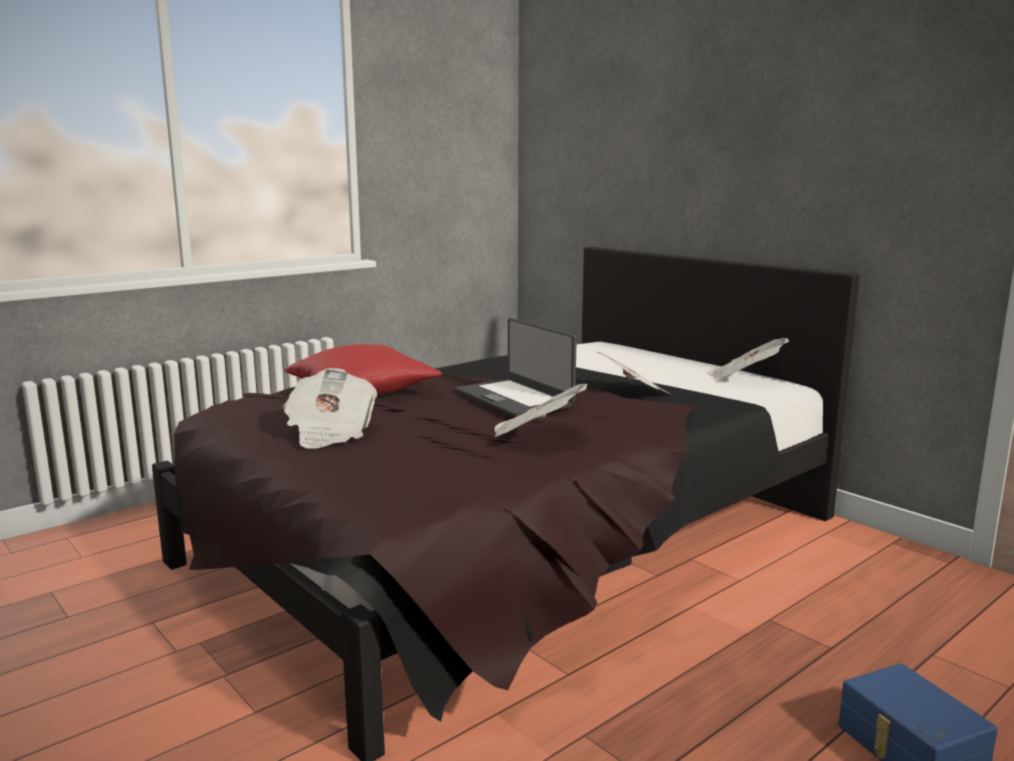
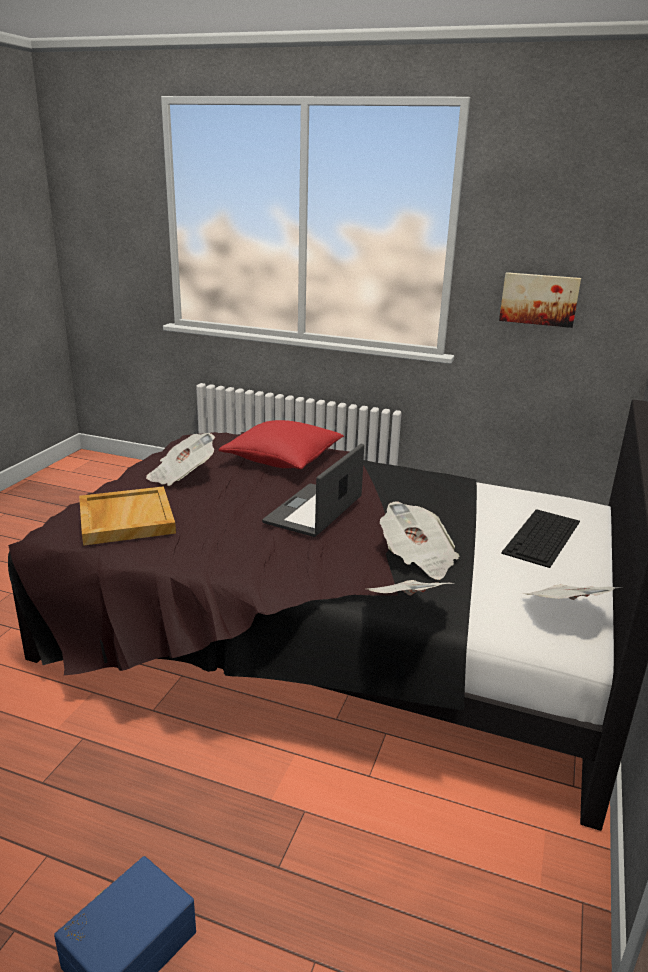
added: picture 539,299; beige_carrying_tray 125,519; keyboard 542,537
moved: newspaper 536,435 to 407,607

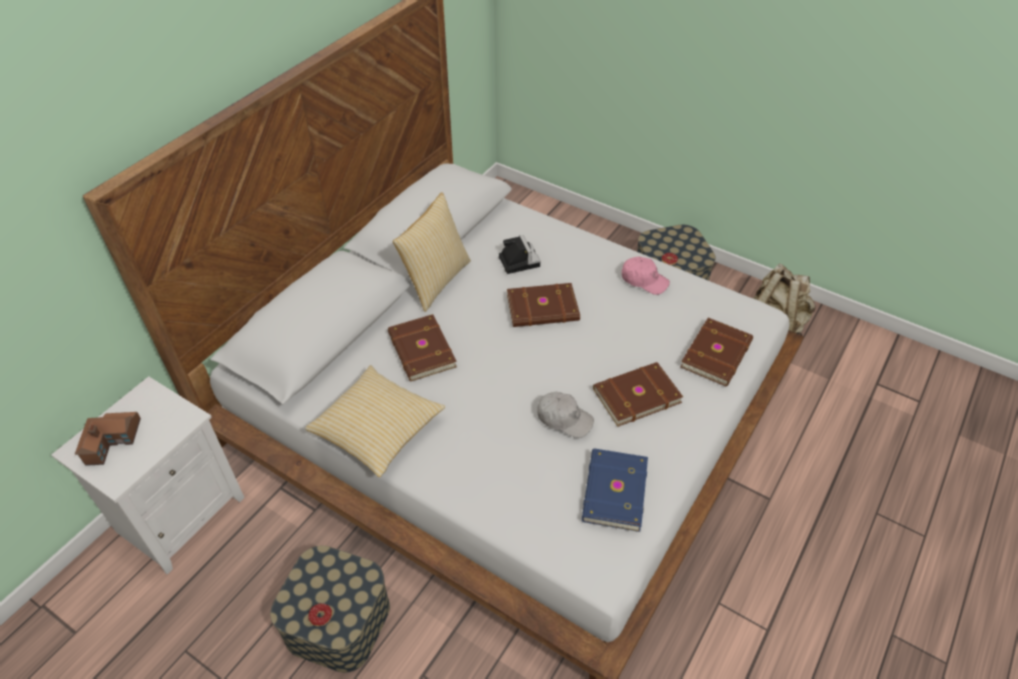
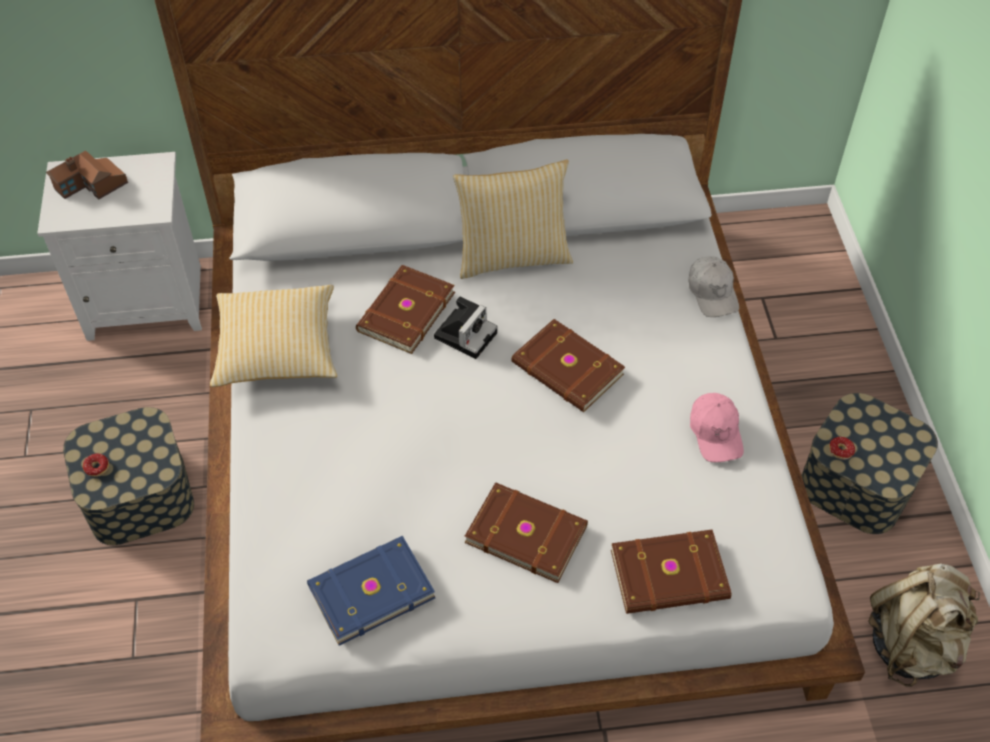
moved: still_camera 518,260 to 466,333; white_peaked_cap 564,418 to 712,292

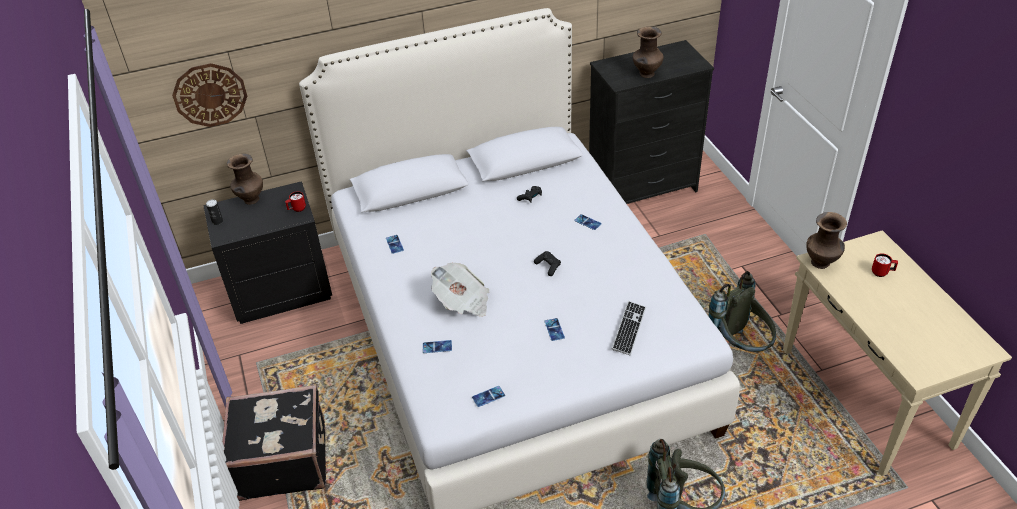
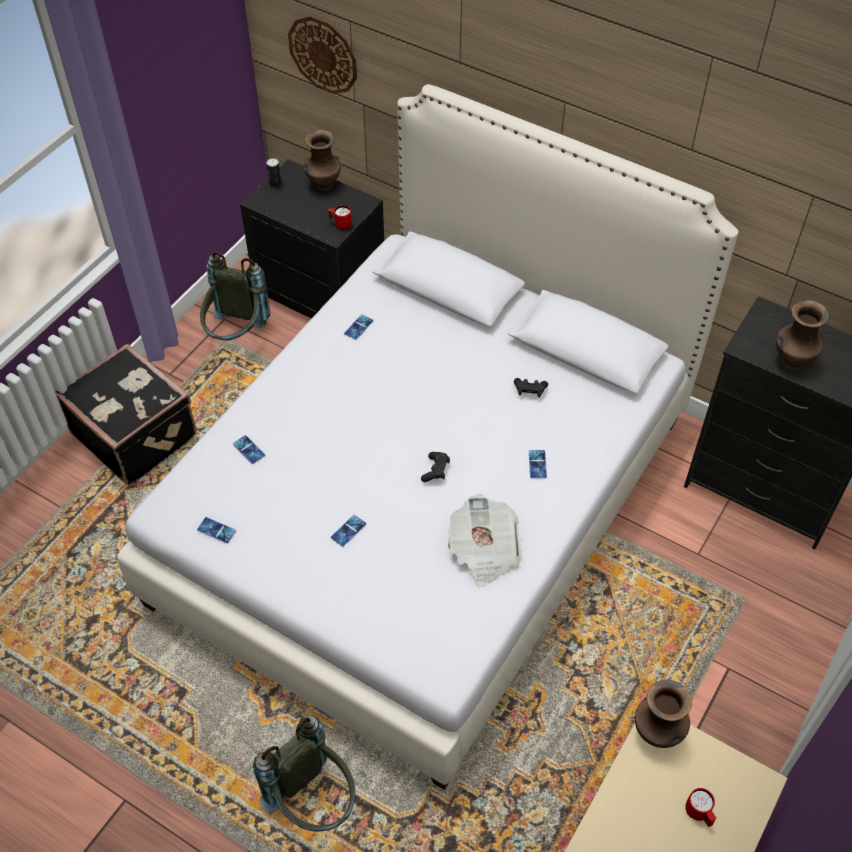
removed: keyboard 629,329
moved: newspaper 462,301 to 483,552; gray_knapsack 739,348 to 236,335

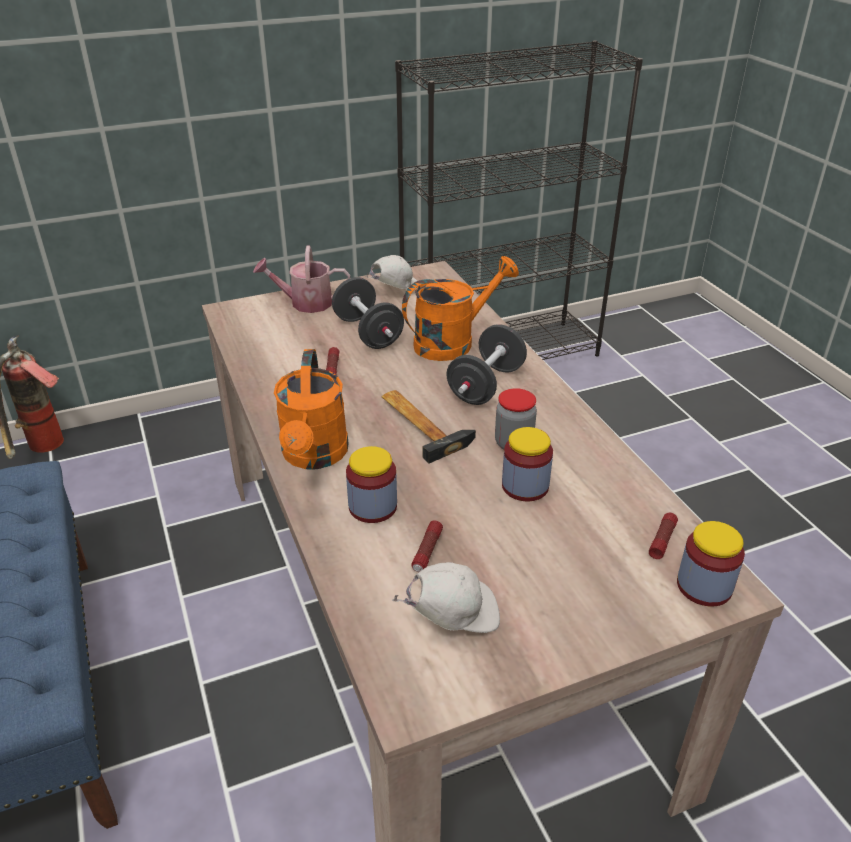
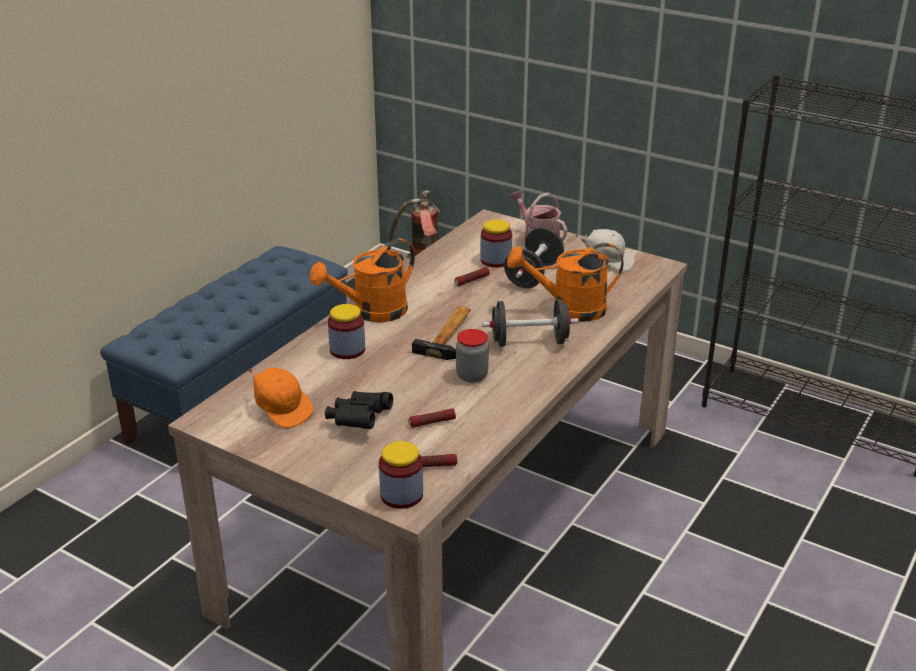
added: black-coloured_binoculars 359,421
moved: jar 525,486 to 495,260; hand_torch 427,552 to 432,423
recoloured: white_peaked_cap 452,615 to orange-coloured_peaked_cap 282,410
turned: orange-coloured_sprinkling_can 453,342 = 569,309 150 degrees clockwise

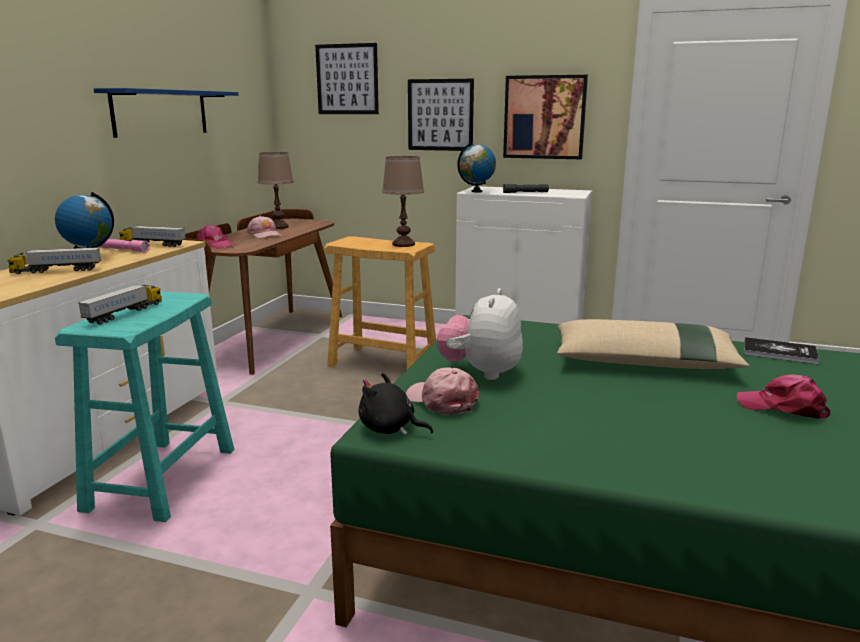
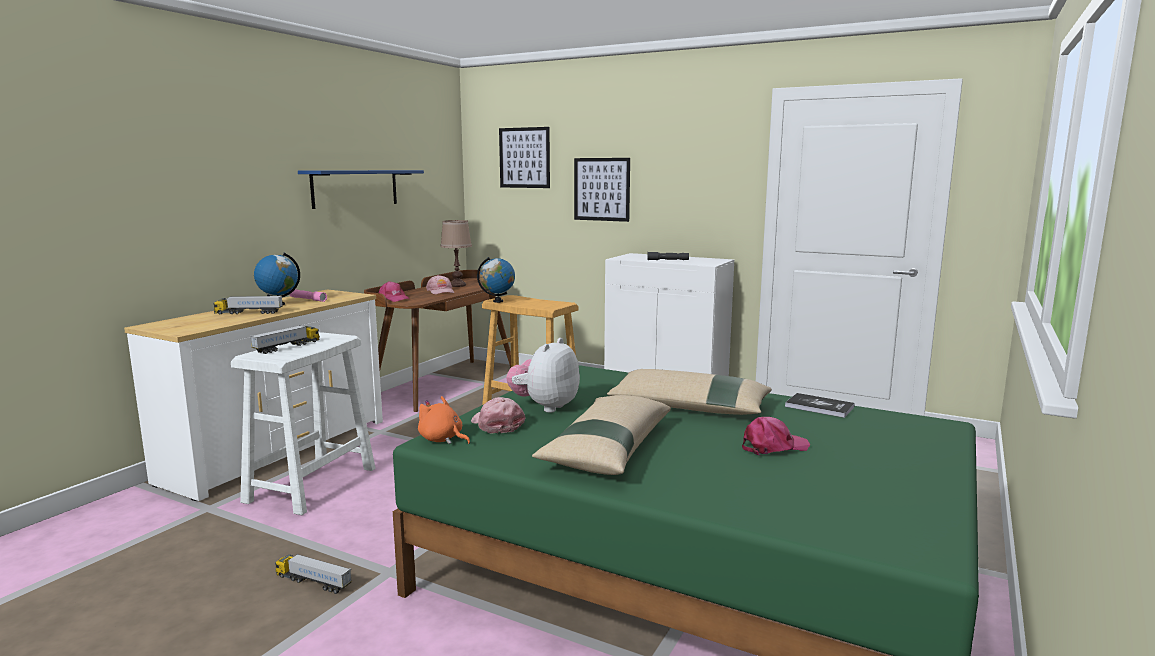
removed: picture 544,117; brown_table_lamp 403,244
added: beige_throw_pillow 607,448
moved: world_globe 476,191 to 498,301; toy_truck 153,244 to 313,582
recoloured: turquoise-coloured_sitting_stool 163,478 to white_sitting_stool 312,484; black-coloured_soft_toy 390,429 to orange-coloured_soft_toy 442,439
turned: pink_peaked_cap 783,407 = 773,447 120 degrees clockwise

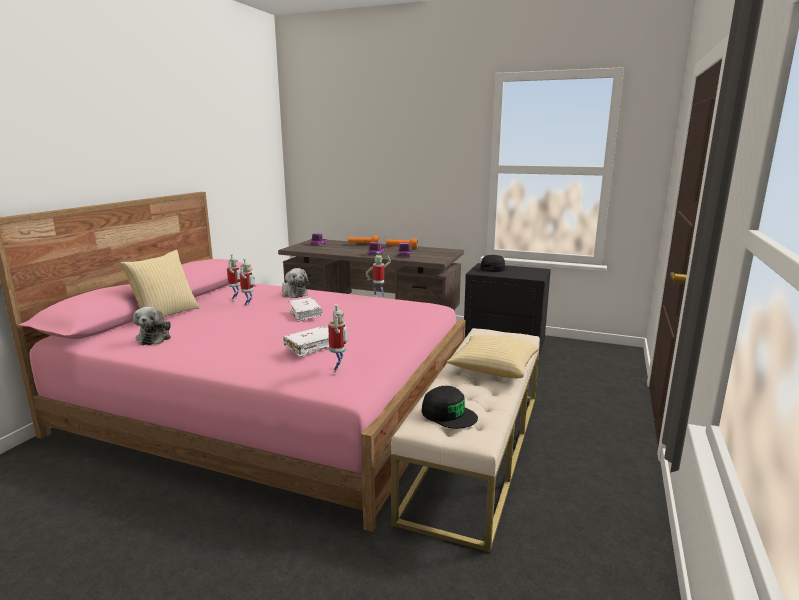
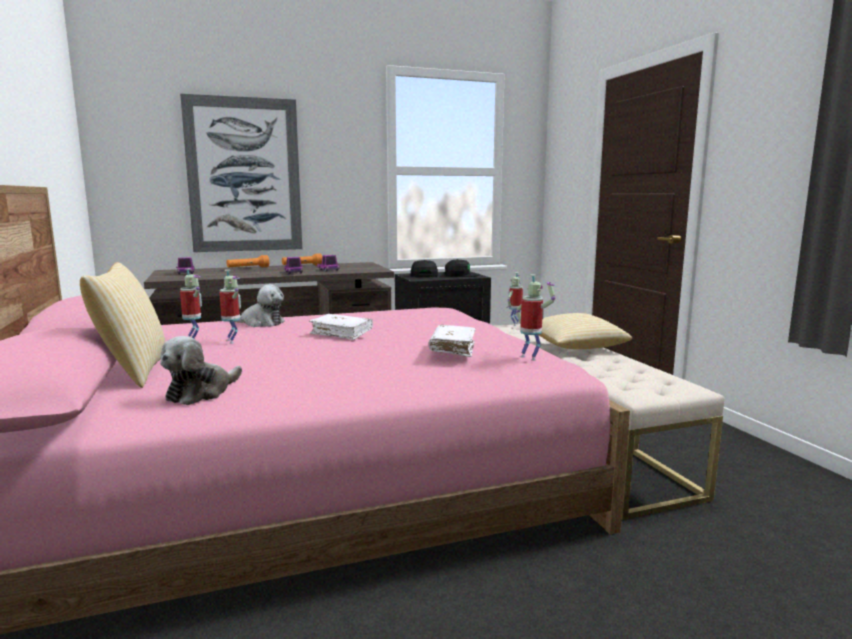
added: picture 244,175
moved: model_robot 379,295 to 514,324; black-coloured_peaked_cap 448,414 to 461,275
turned: soft_toy 155,338 = 201,392 75 degrees clockwise

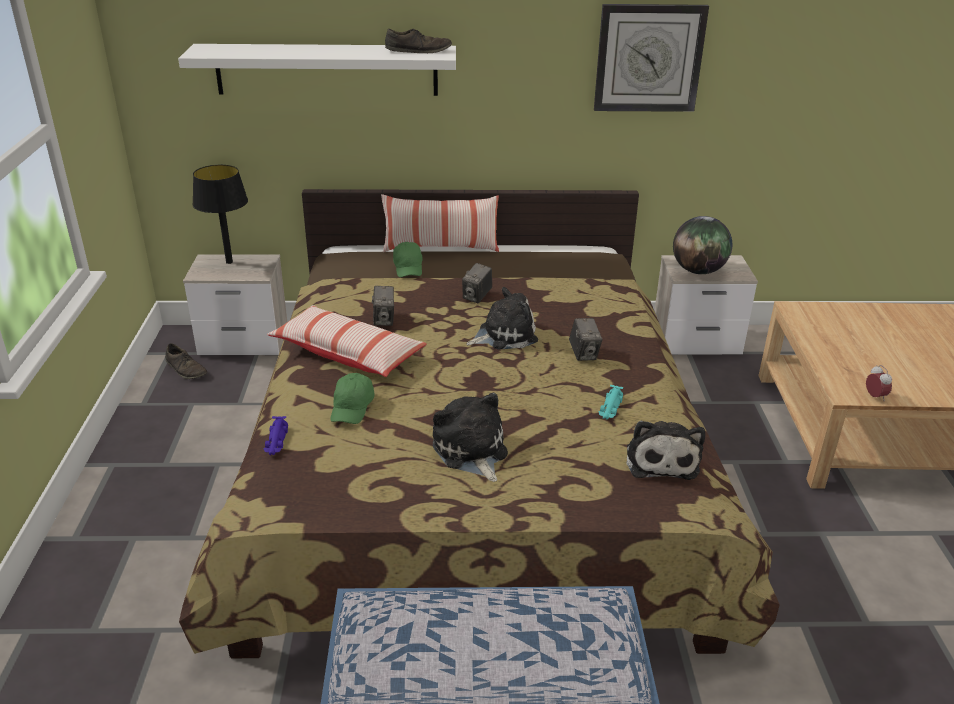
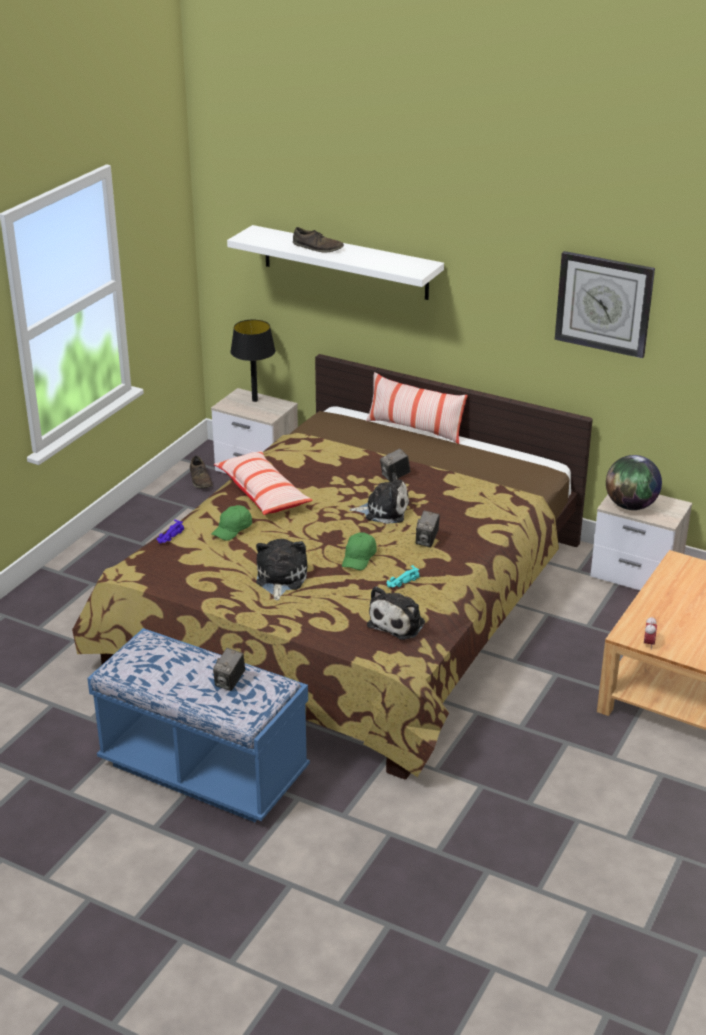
moved: brown_low_shoe 418,50 to 317,247; greenish_peaked_cap 408,268 to 359,558; still_camera 384,320 to 230,682

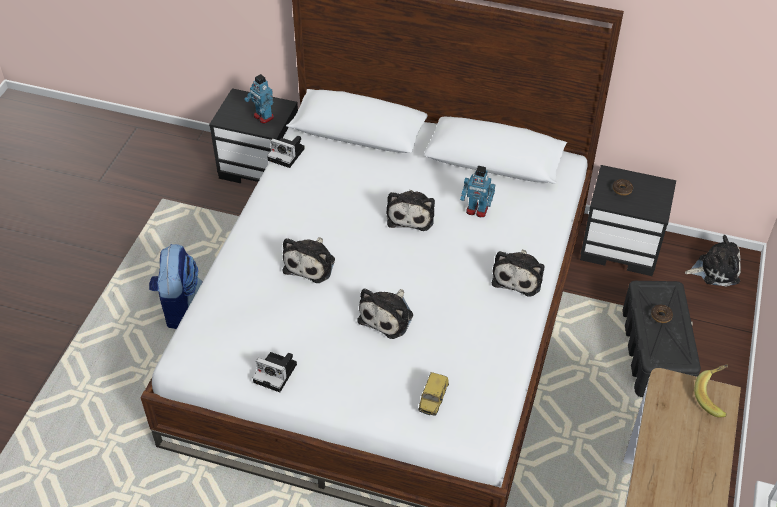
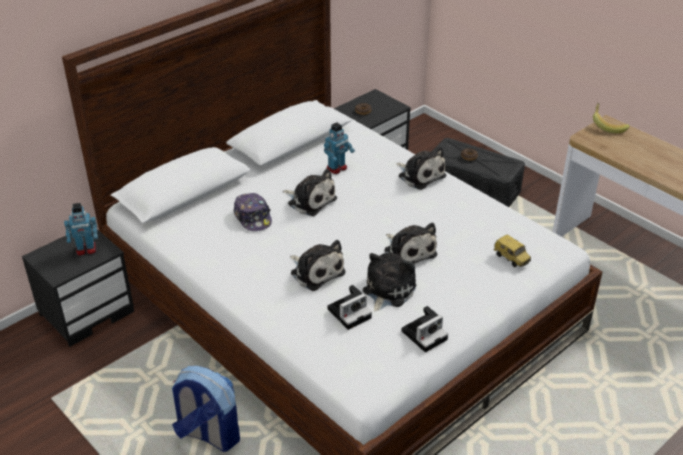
added: peaked_cap 253,217
moved: still_camera 288,154 to 350,312; soft_toy 715,270 to 386,291

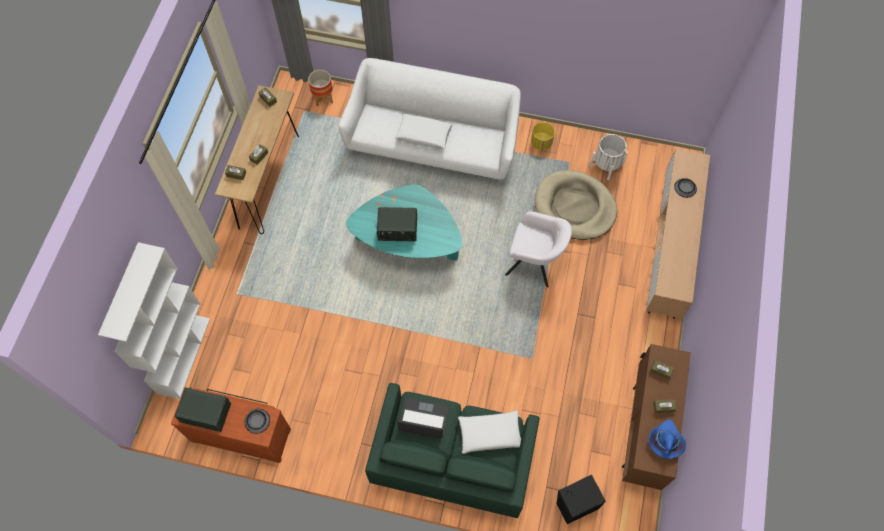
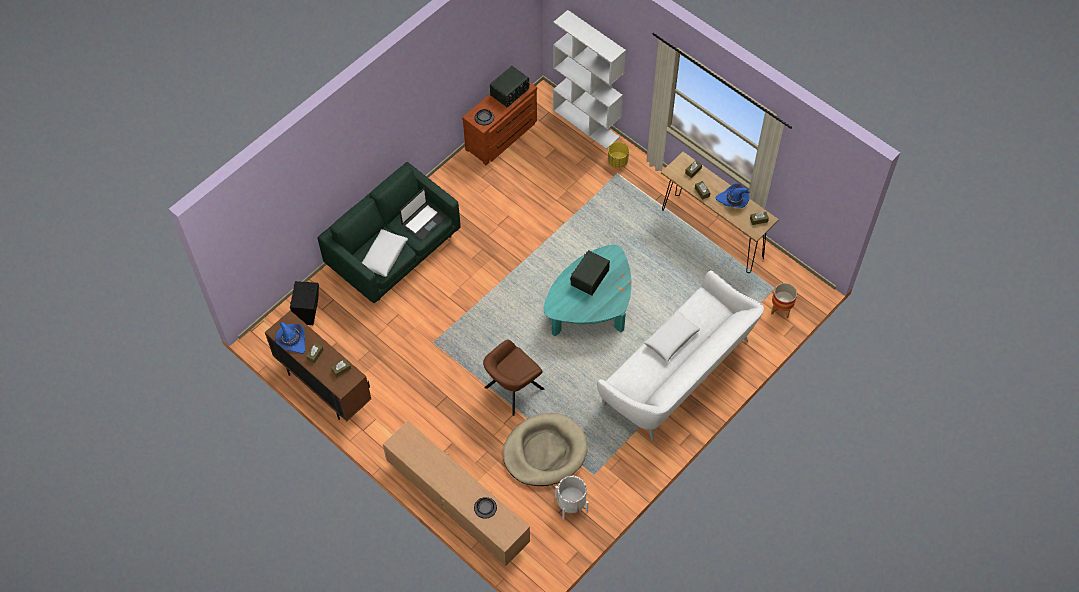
added: bluish_clothing_hat 733,200
moved: yellowish_planter 541,142 to 617,161
recoloured: white_lounge_chair 534,262 to brown_lounge_chair 512,390

